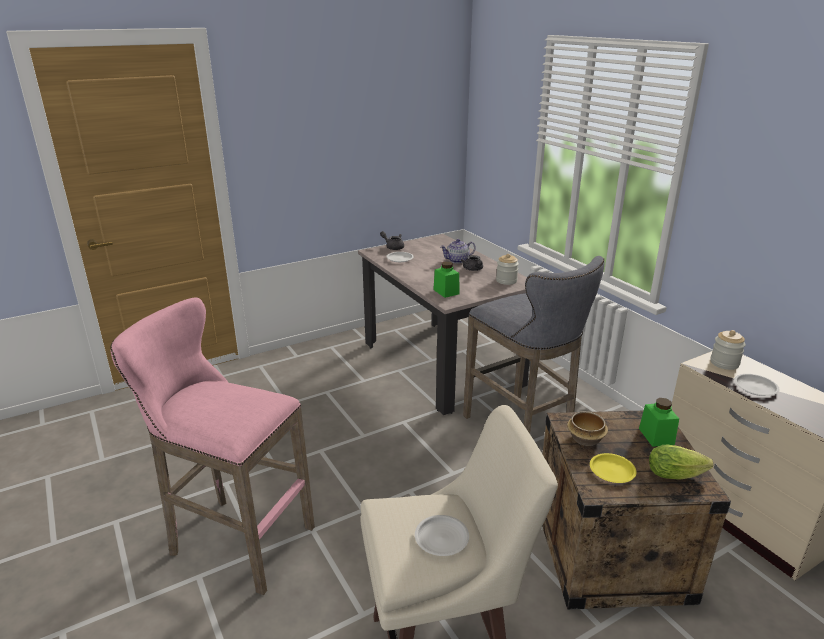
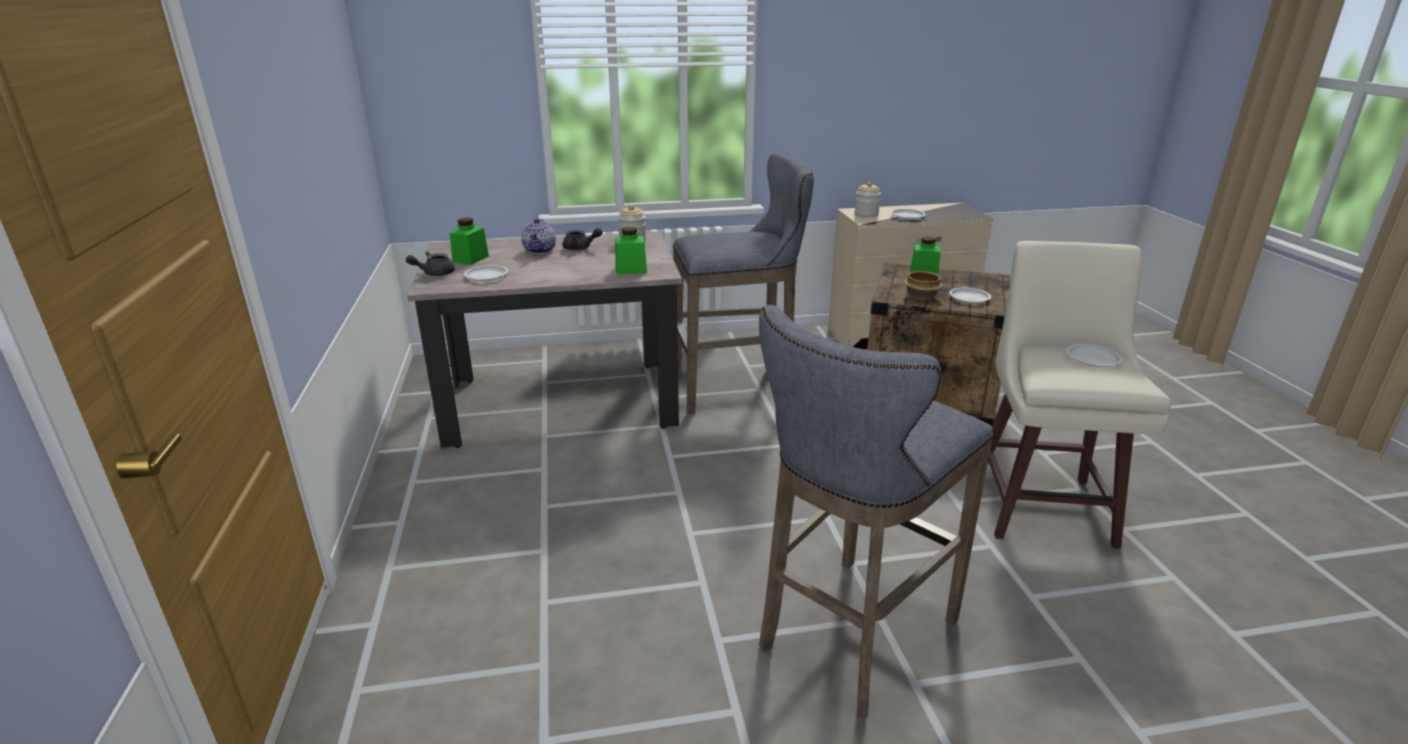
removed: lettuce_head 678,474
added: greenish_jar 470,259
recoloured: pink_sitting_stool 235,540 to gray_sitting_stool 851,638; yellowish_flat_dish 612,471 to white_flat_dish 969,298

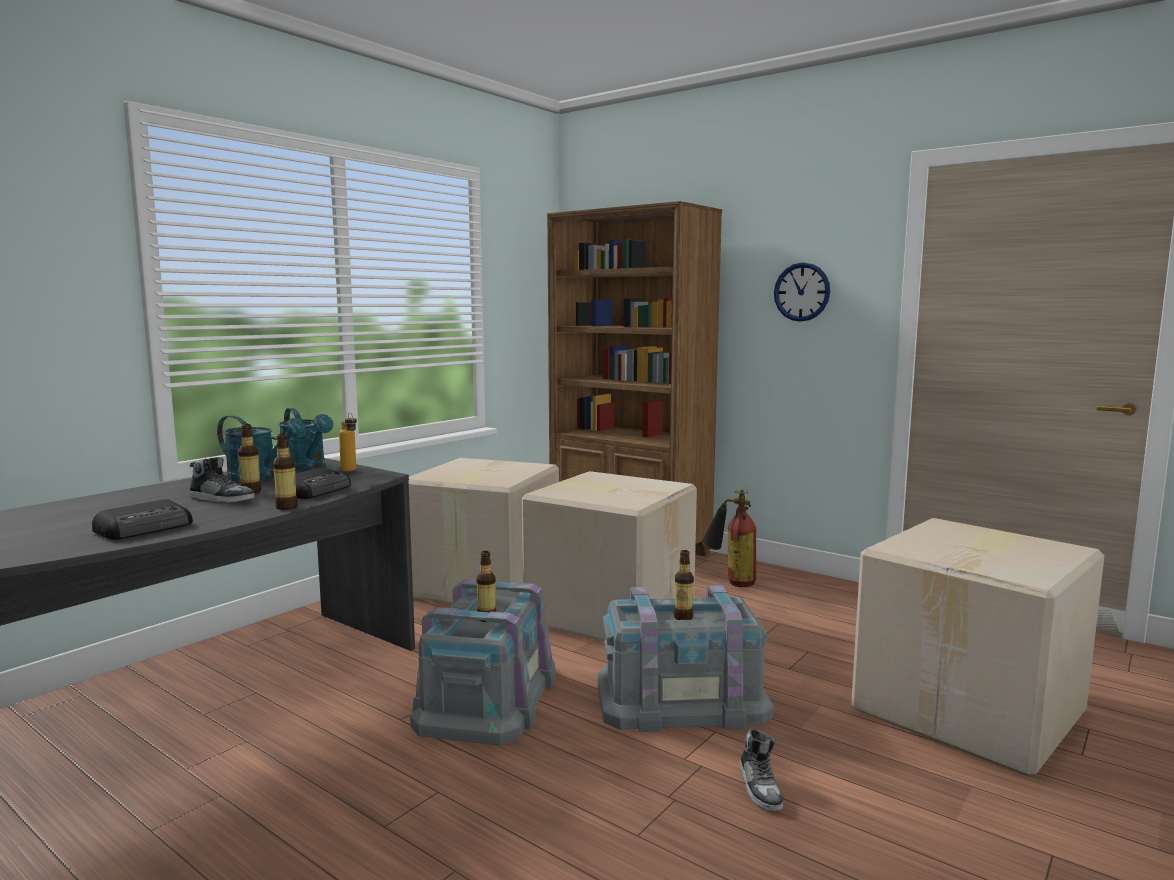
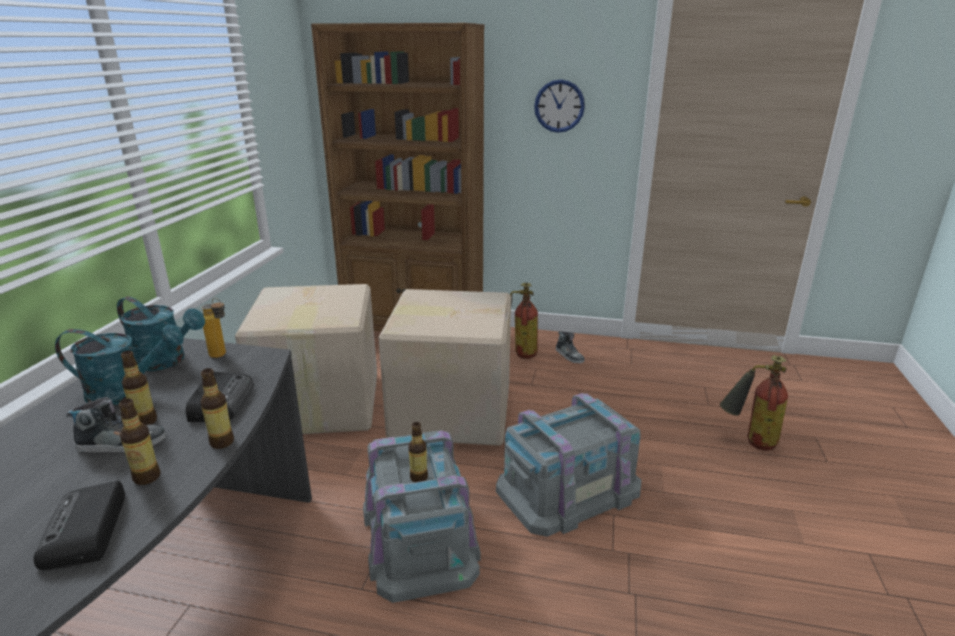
moved: beverage_bottle 683,617 to 147,477; low_shoe 760,787 to 569,356
replaced: packing_box 971,710 to fire_extinguisher 748,441
turned: radio 146,528 = 85,532 150 degrees clockwise

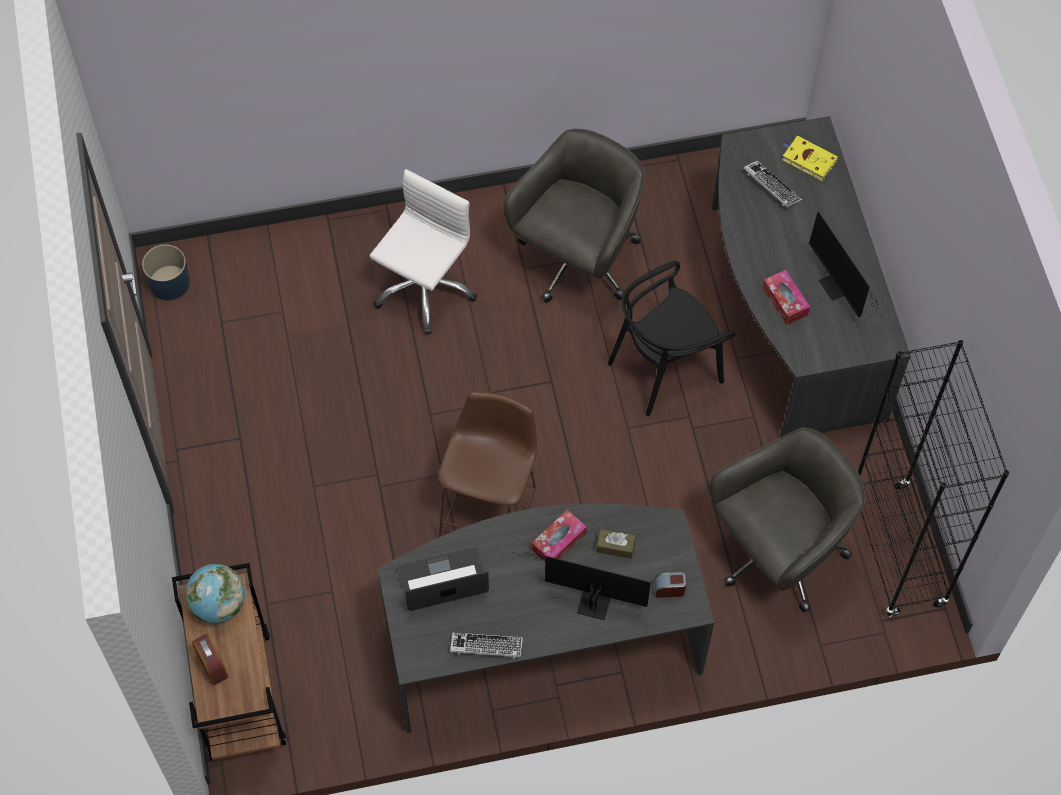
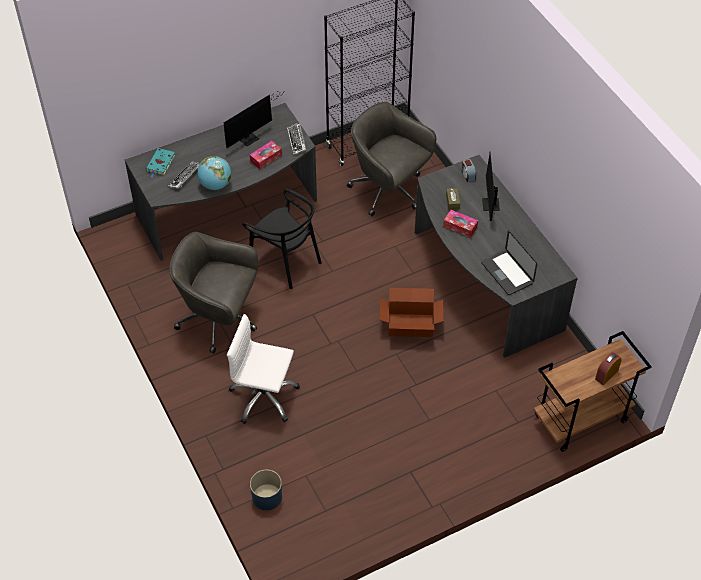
moved: bluish_planter 169,282 to 267,497; world_globe 218,605 to 215,185; keyboard 486,647 to 297,140
replaced: brown_sitting_stool 490,508 to packing_box 410,325
recoloured: yellowish_volume 807,159 to turquoise-coloured_volume 160,164

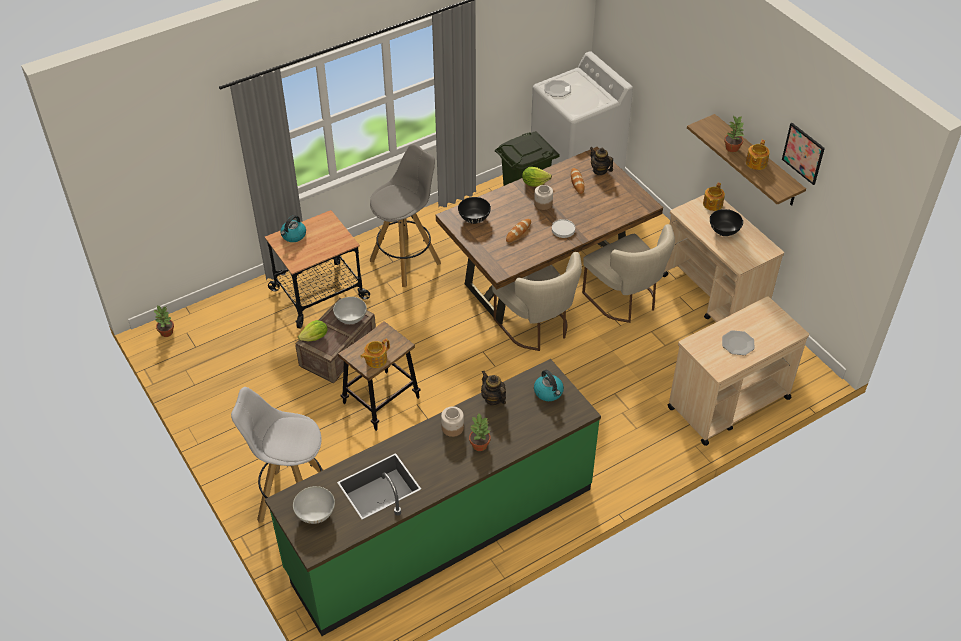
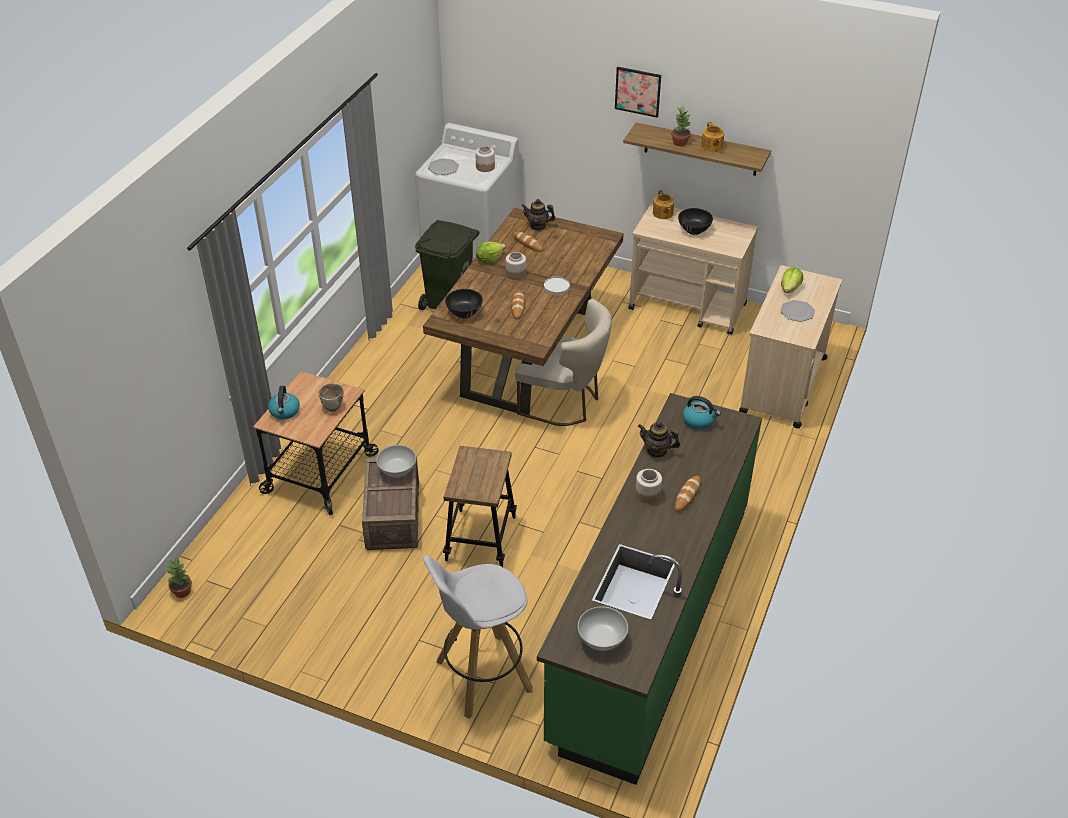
removed: gray_sitting_stool 406,261; beige_upright_chair 625,300; tea_pot 375,359
added: jar 485,167; bowl 333,408
moved: picture 803,153 to 638,91; lettuce_head 315,338 to 790,289
replaced: plant_in_a_pot 480,444 to baked_bread 687,495

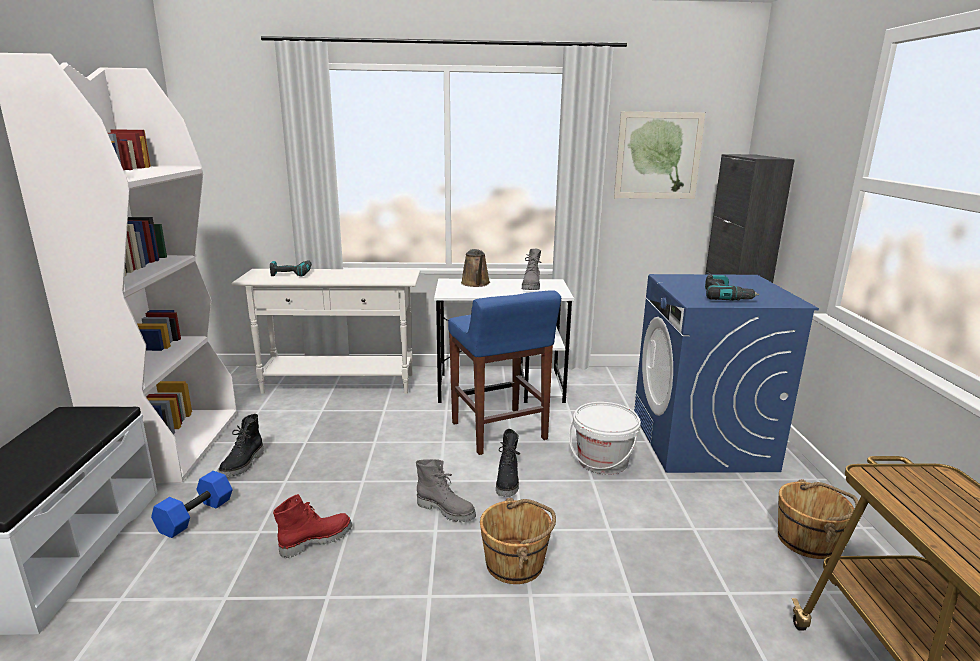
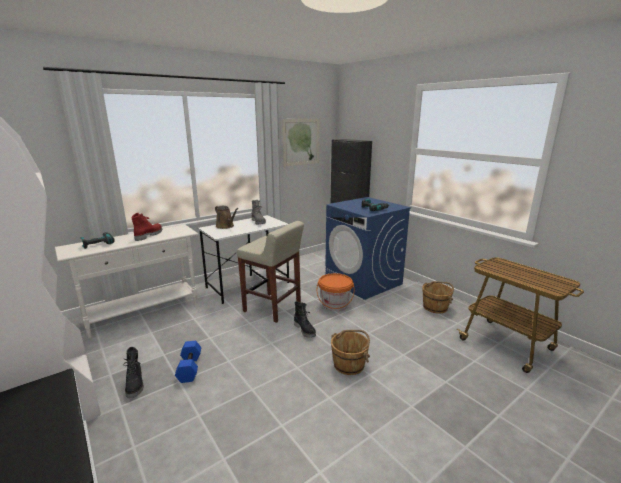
removed: gray_boot 446,510
moved: bluish_dumbbell 195,515 to 189,368; red-coloured_boot 316,540 to 148,235
recoloured: bluish_sitting_stool 499,432 to beige_sitting_stool 273,307; white_water_bucket 602,461 to orange-coloured_water_bucket 335,304

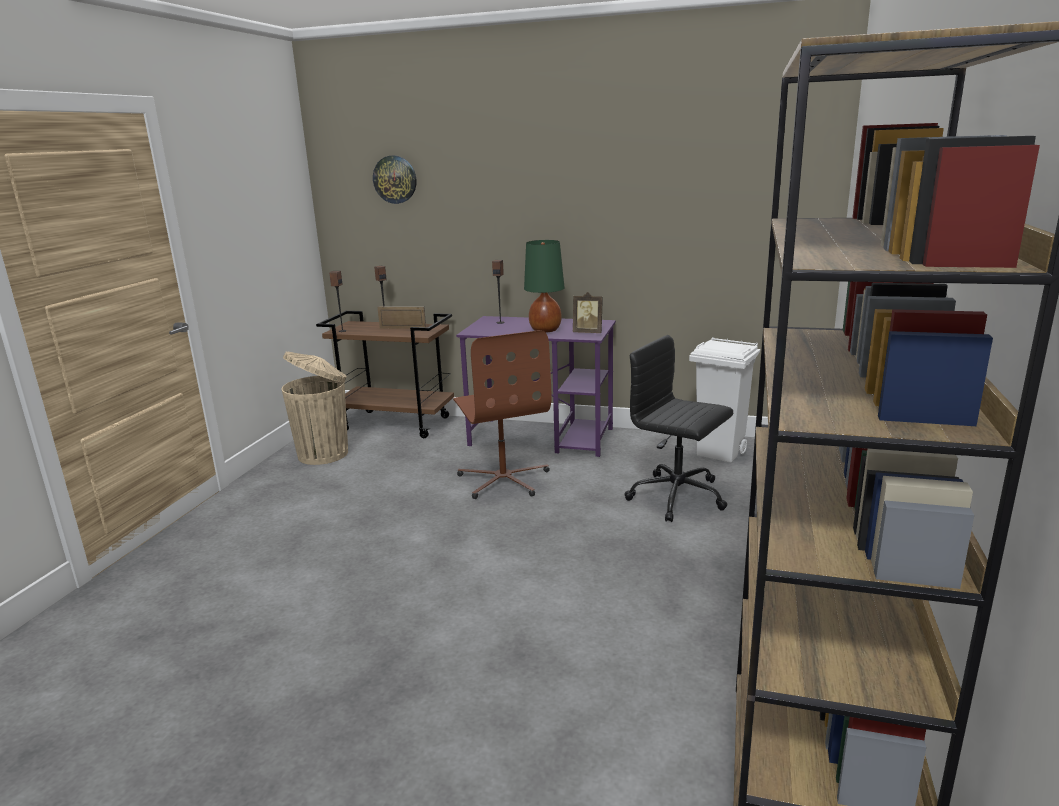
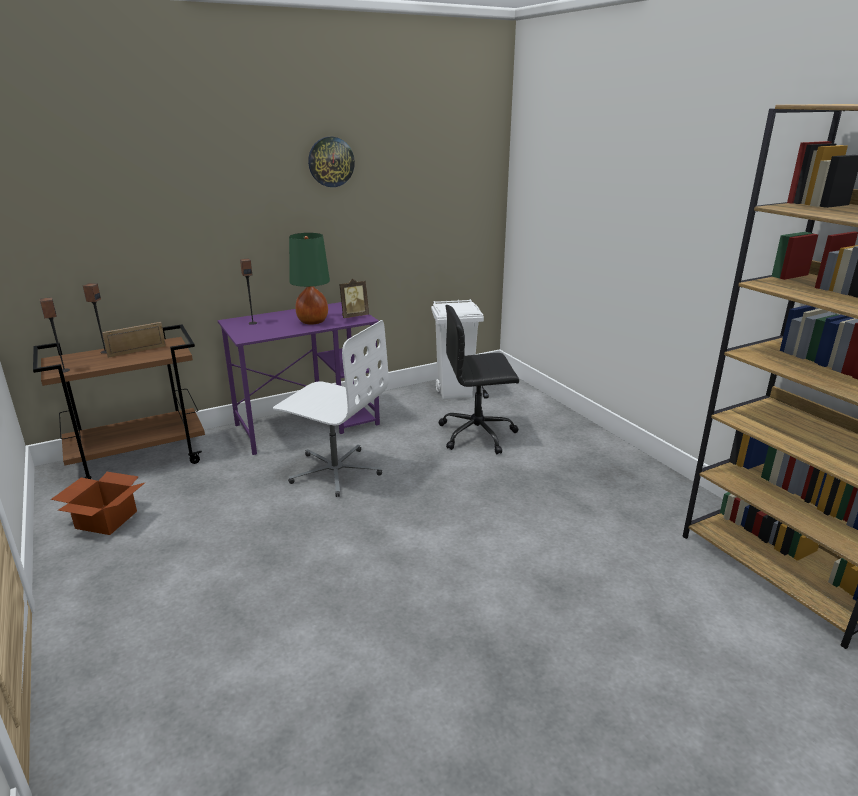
moved: clock_on_the_wall 395,179 to 331,162
replaced: beige_rubbish_bin 325,454 to packing_box 106,519
recoloured: brown_desk_chair 504,479 to white_desk_chair 335,471

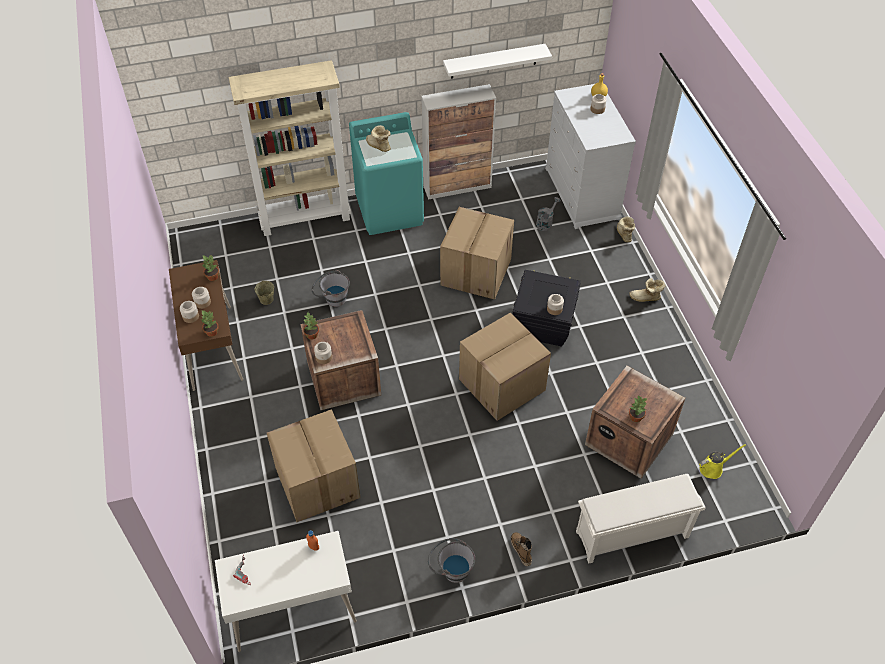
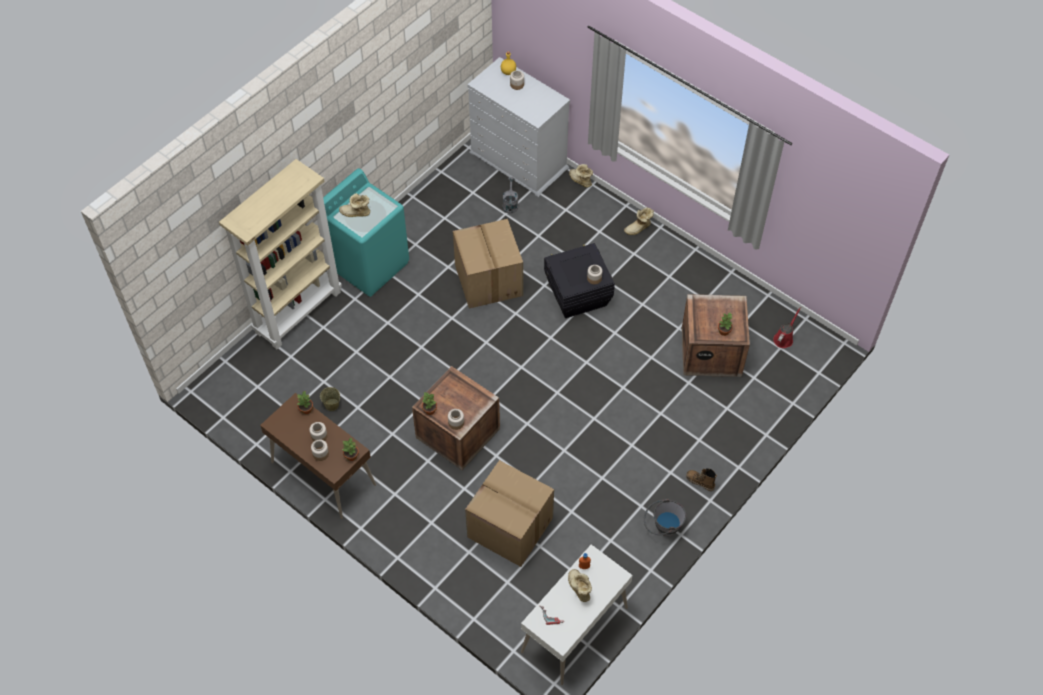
removed: white_shelf 494,61; storage_cabinet 457,186; gray_water_bucket 332,298; packing_box 502,386; white_shoe_stand 631,535
added: boot 578,589
recoloured: yellowish_sprinkling_can 713,468 to red-coloured_sprinkling_can 784,338

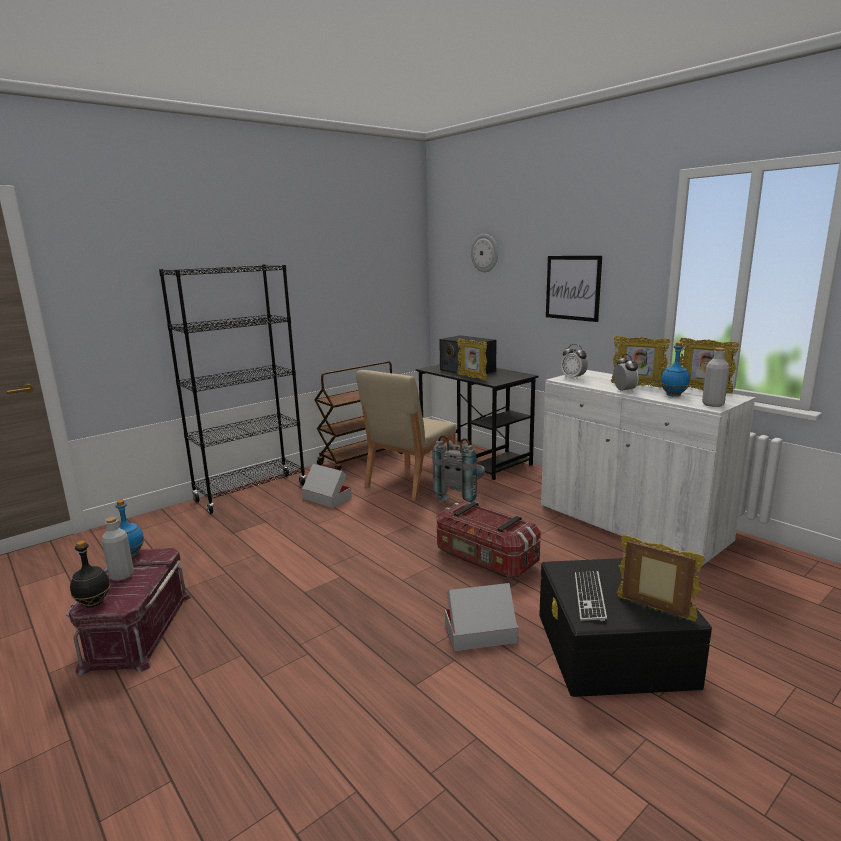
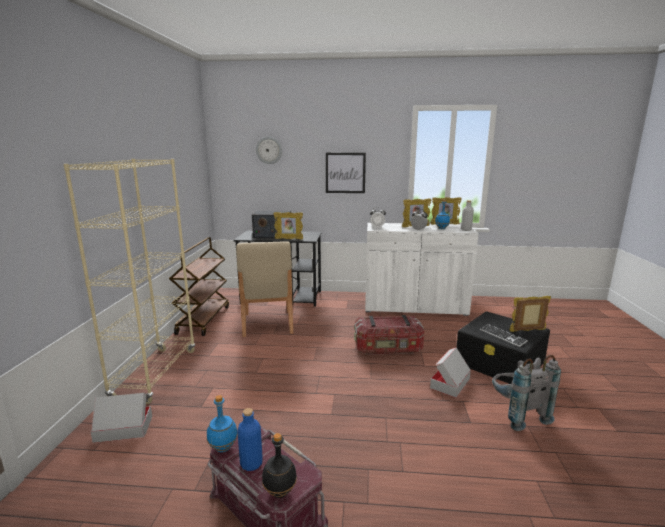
moved: gray_knapsack 461,498 to 516,414; packing_box 327,498 to 123,429
recoloured: black-coloured_bookshelf 251,493 to beige_bookshelf 155,374; gray_beverage_bottle 122,575 to bluish_beverage_bottle 251,463

